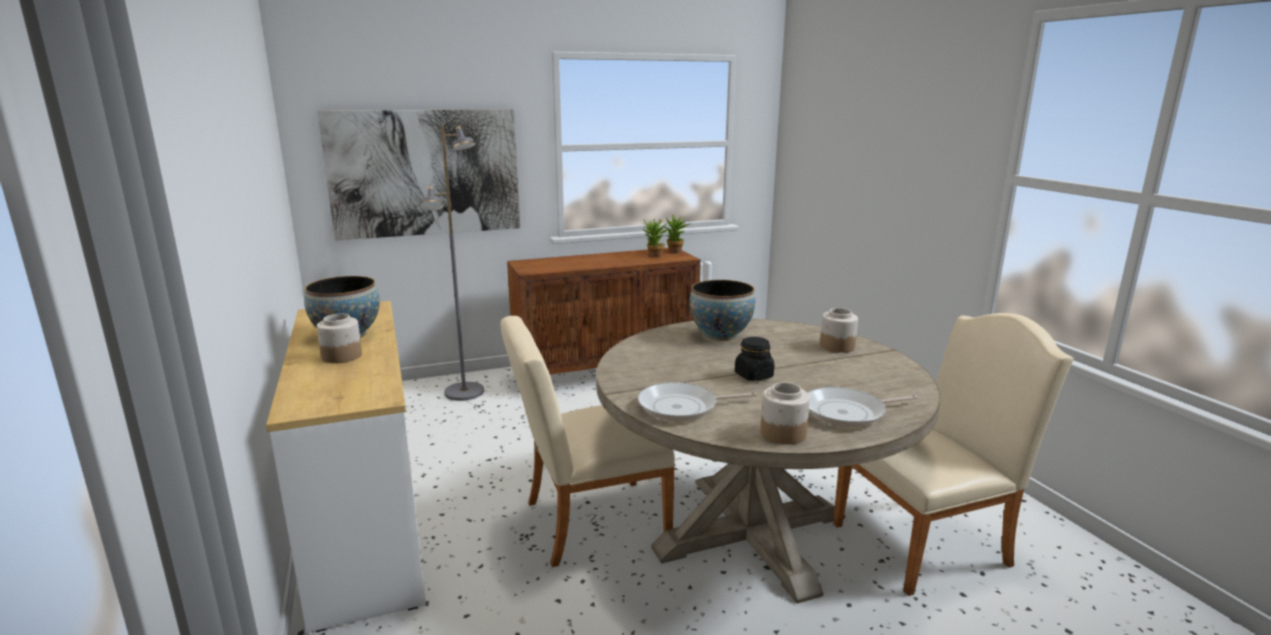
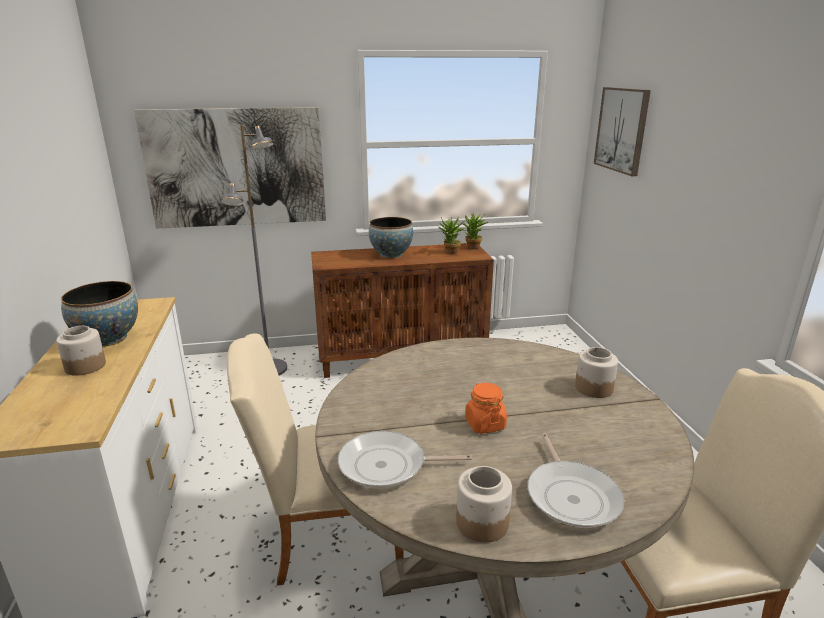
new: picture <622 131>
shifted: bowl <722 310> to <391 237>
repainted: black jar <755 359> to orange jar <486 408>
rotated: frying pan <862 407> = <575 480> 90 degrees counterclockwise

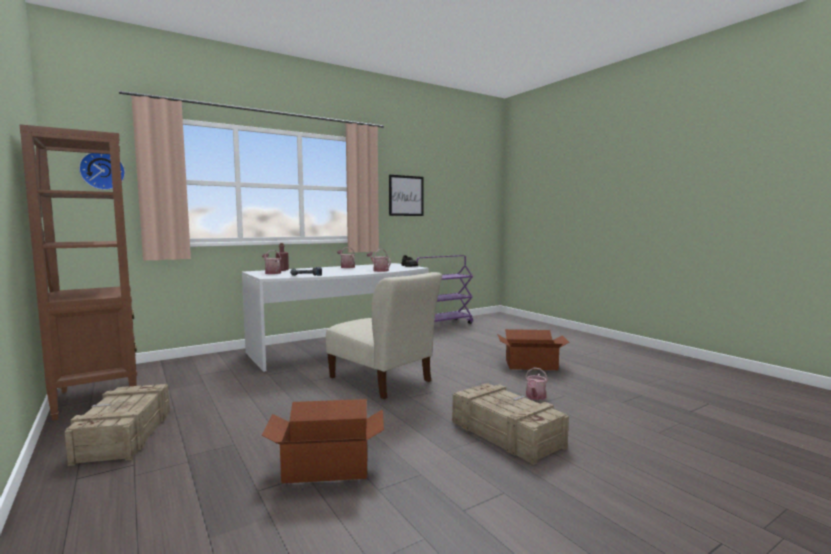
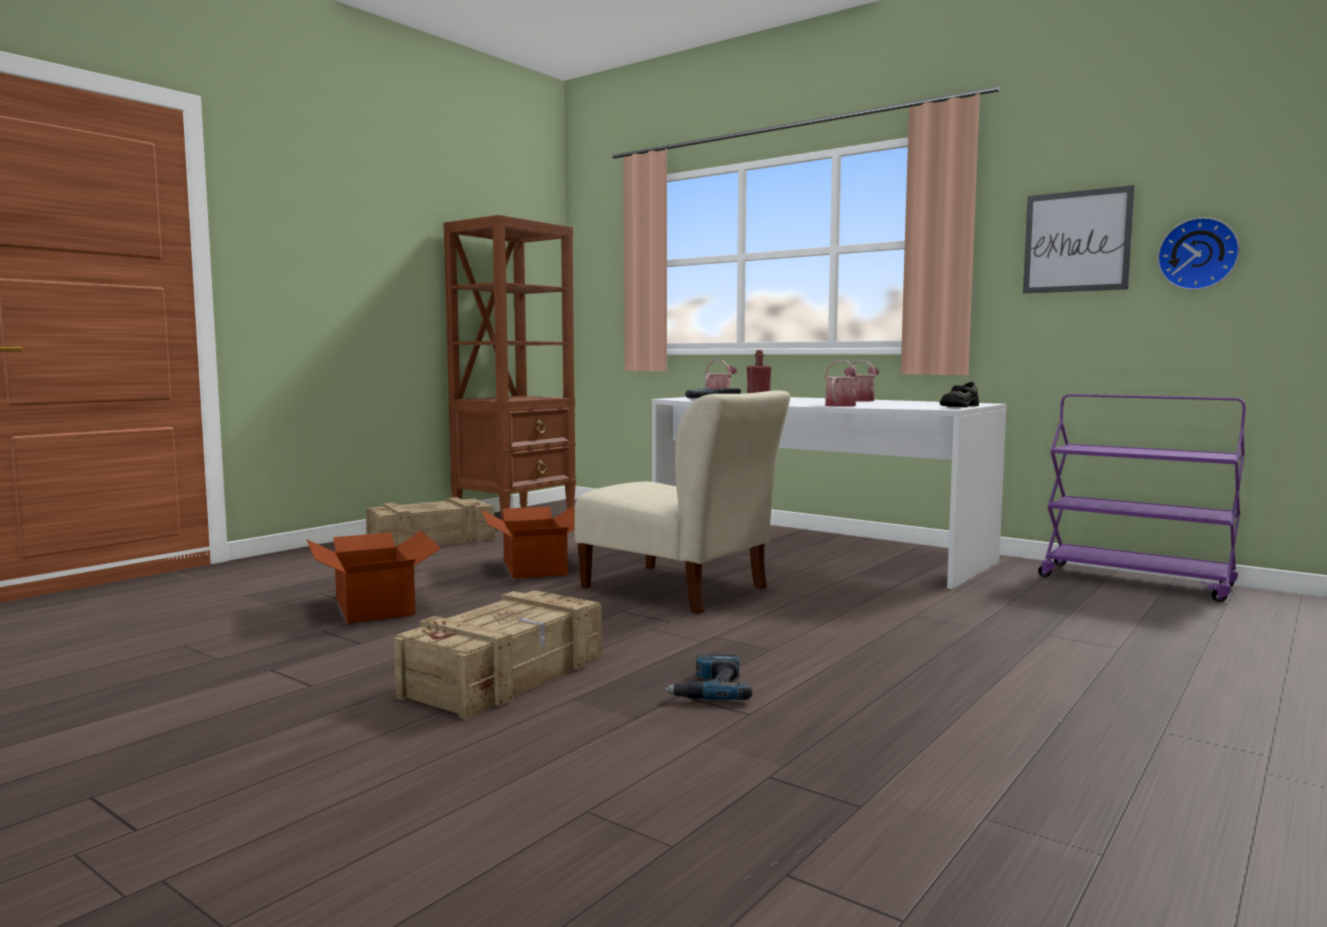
shifted: cardboard box <533 349> to <528 542>; wall clock <102 171> to <1198 253>
swapped: watering can <536 383> to power drill <709 677>
rotated: beige chair <384 335> = <682 501> 75 degrees counterclockwise

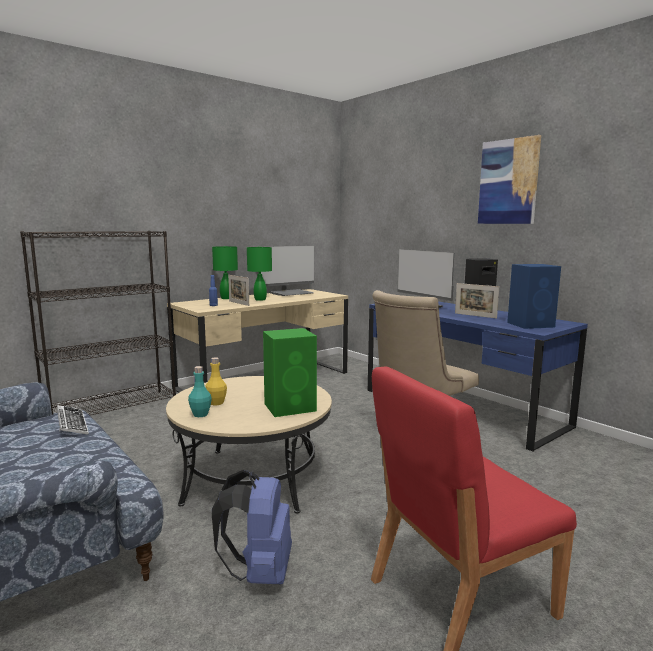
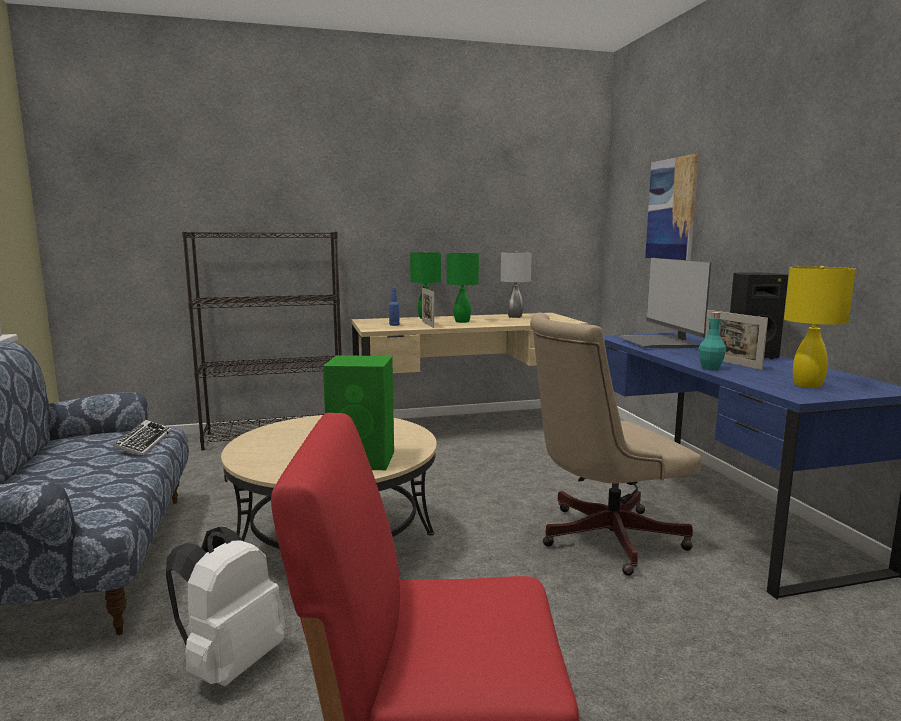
gone: yellow bottle <216 381>
shifted: picture <509 179> to <672 207>; turquoise bottle <200 391> to <712 341>
swapped: monitor <286 270> to grey table lamp <516 284>; blue speaker <534 296> to yellow table lamp <820 327>
repainted: blue backpack <252 527> to white backpack <225 606>

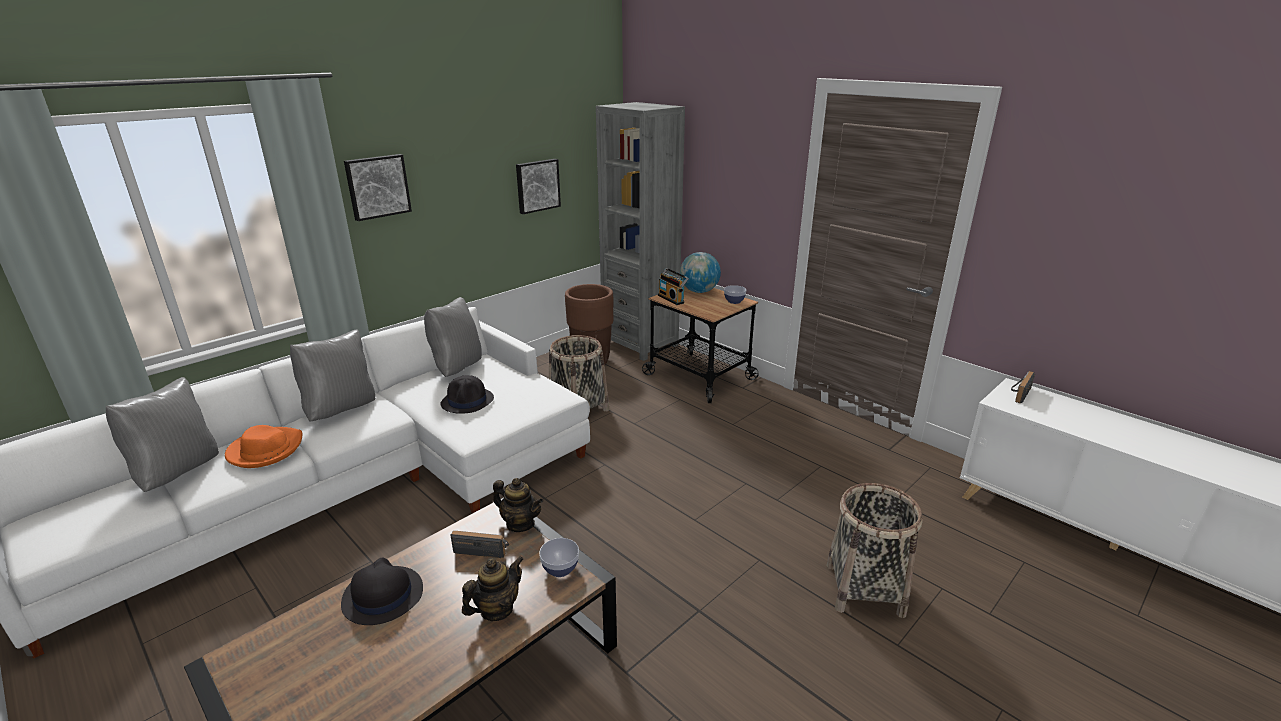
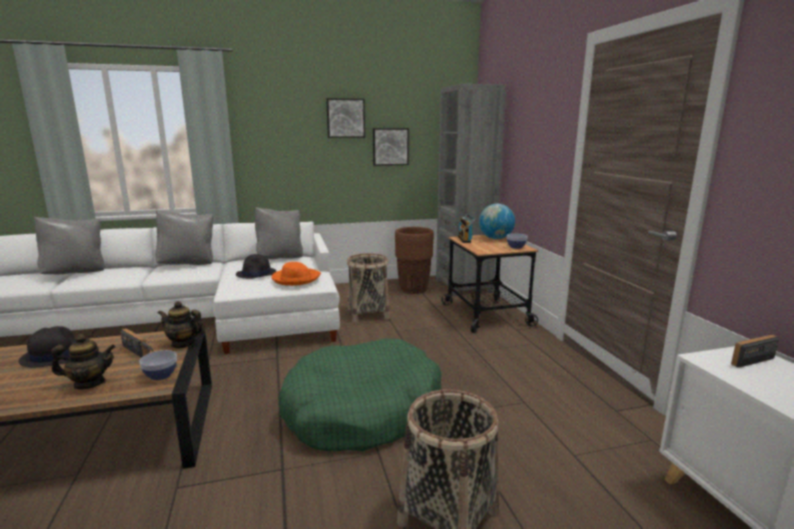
new: green dog bed <360 394>
shifted: orange hat <263 446> to <296 274>; picture <378 187> to <345 118>
rotated: teapot <518 505> = <181 325> 135 degrees clockwise

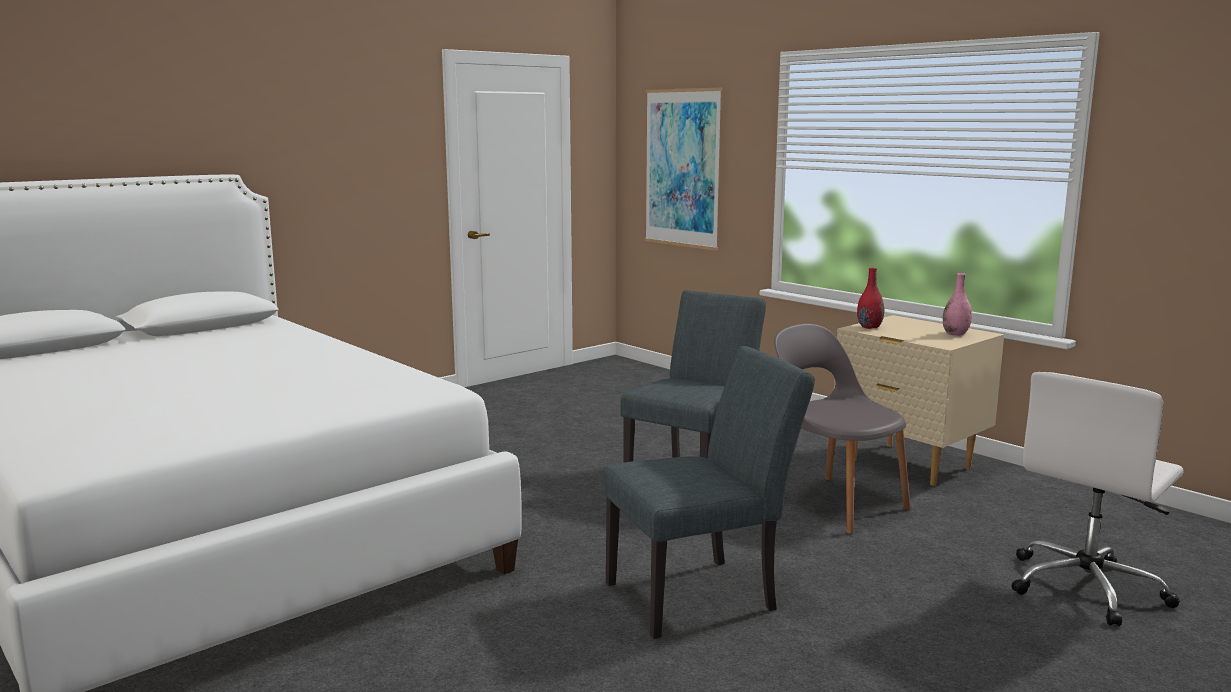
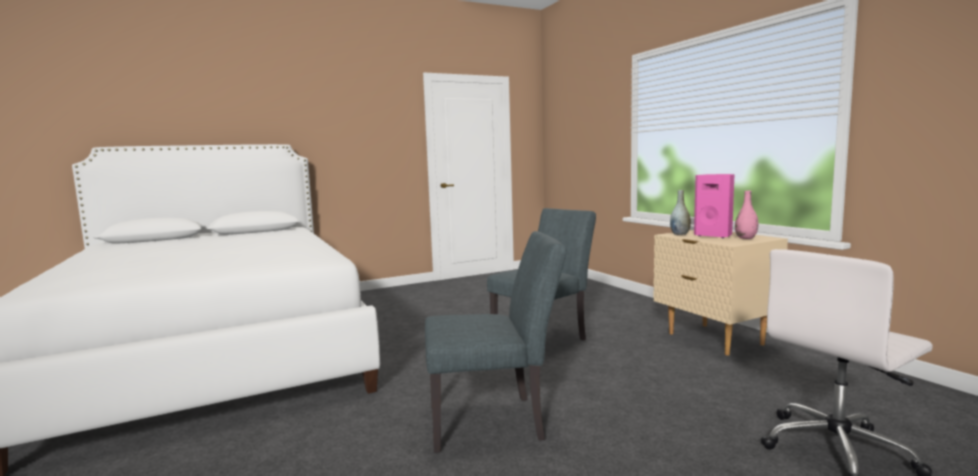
gone: picture <683 169>; grey chair <842 428>
new: pink speaker <714 206>
repainted: red vase <871 298> to grey vase <680 212>

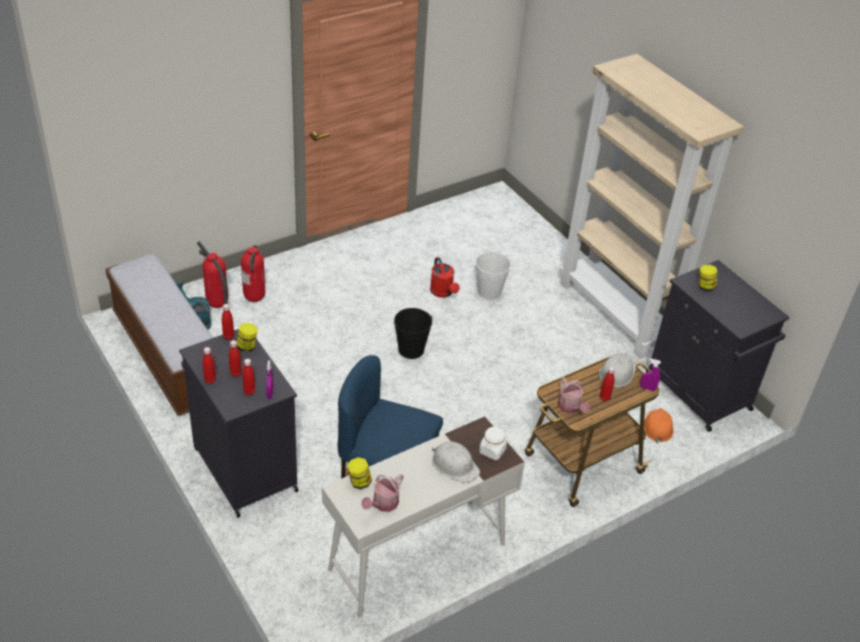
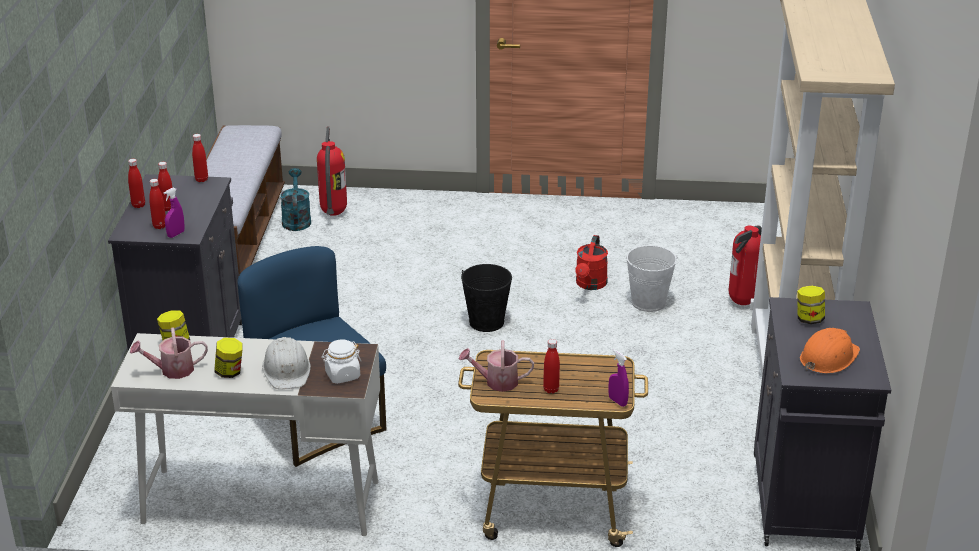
gone: white hard hat <617 370>
shifted: jar <247 337> to <228 358>; fire extinguisher <253 273> to <745 265>; orange hard hat <659 425> to <830 351>
rotated: watering can <574 395> = <496 366> 75 degrees clockwise

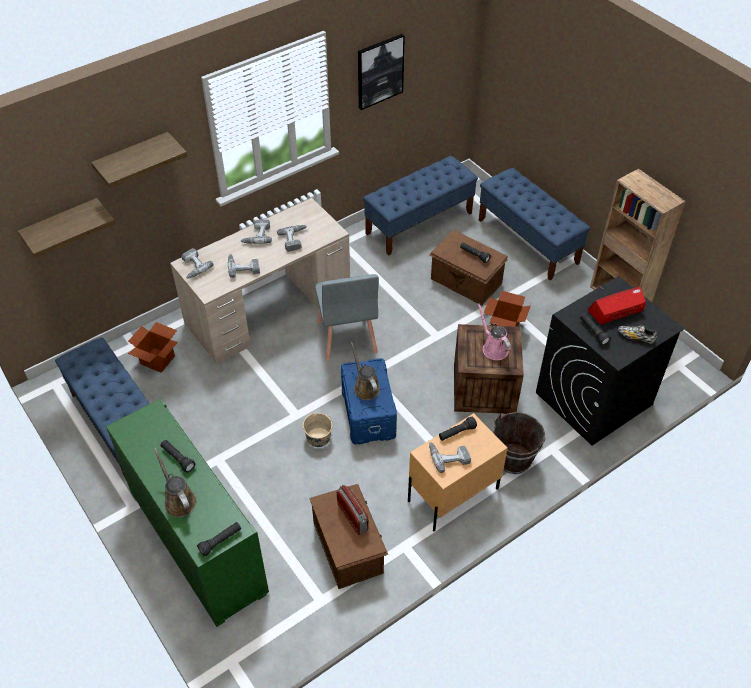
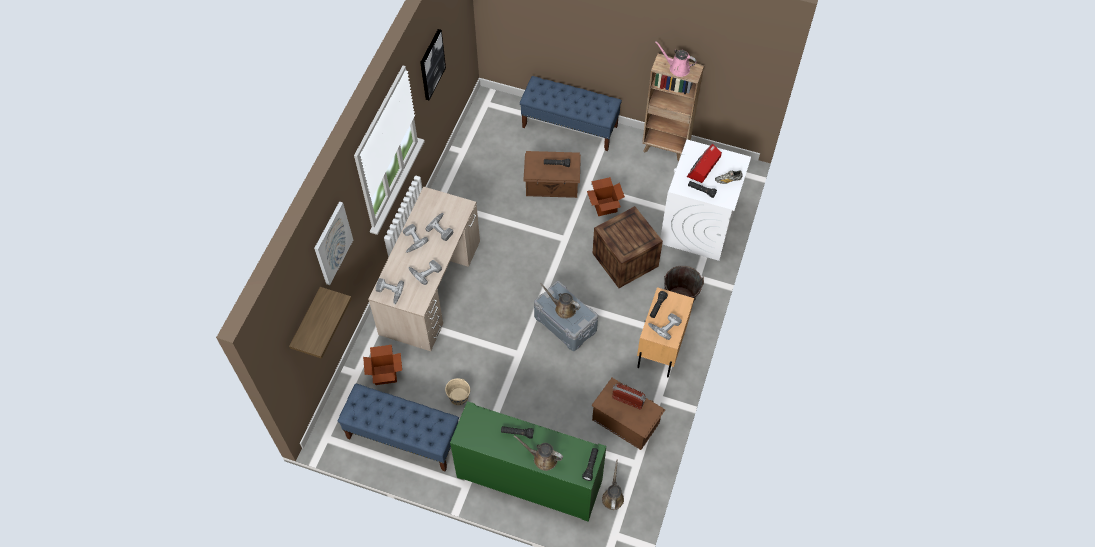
gone: grey chair <347 317>; blue bench <420 206>
new: brown watering can <613 484>
shifted: beige bucket <317 430> to <457 391>; pink watering can <494 331> to <676 59>
swapped: shelf <139 160> to picture <333 243>
repainted: blue storage box <369 401> to grey storage box <566 316>; black washing machine <610 361> to white washing machine <705 200>

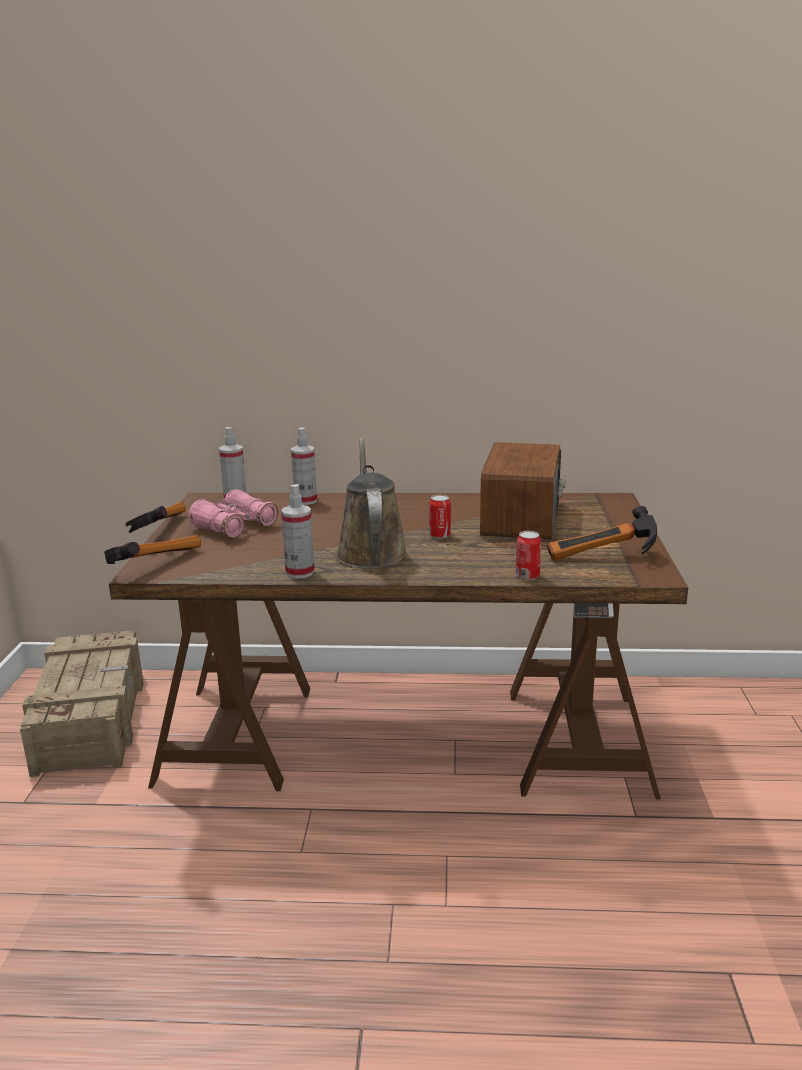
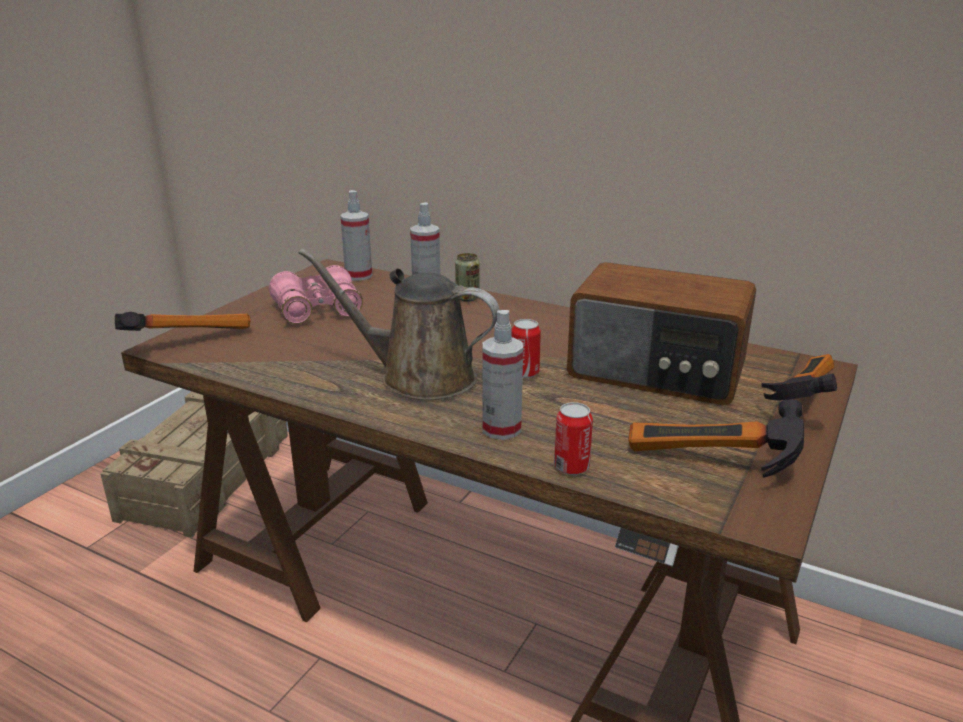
new: can <467 277>
shifted: spray bottle <298 531> to <502 375>; hammer <155 517> to <799 377>
rotated: brown watering can <371 503> = <399 324> 90 degrees counterclockwise; radio <522 491> = <661 333> 75 degrees clockwise

